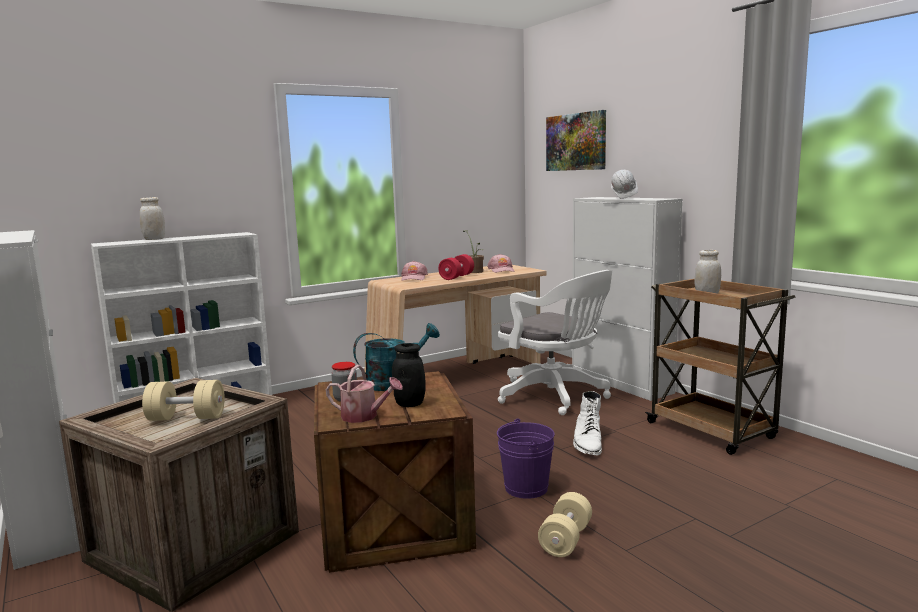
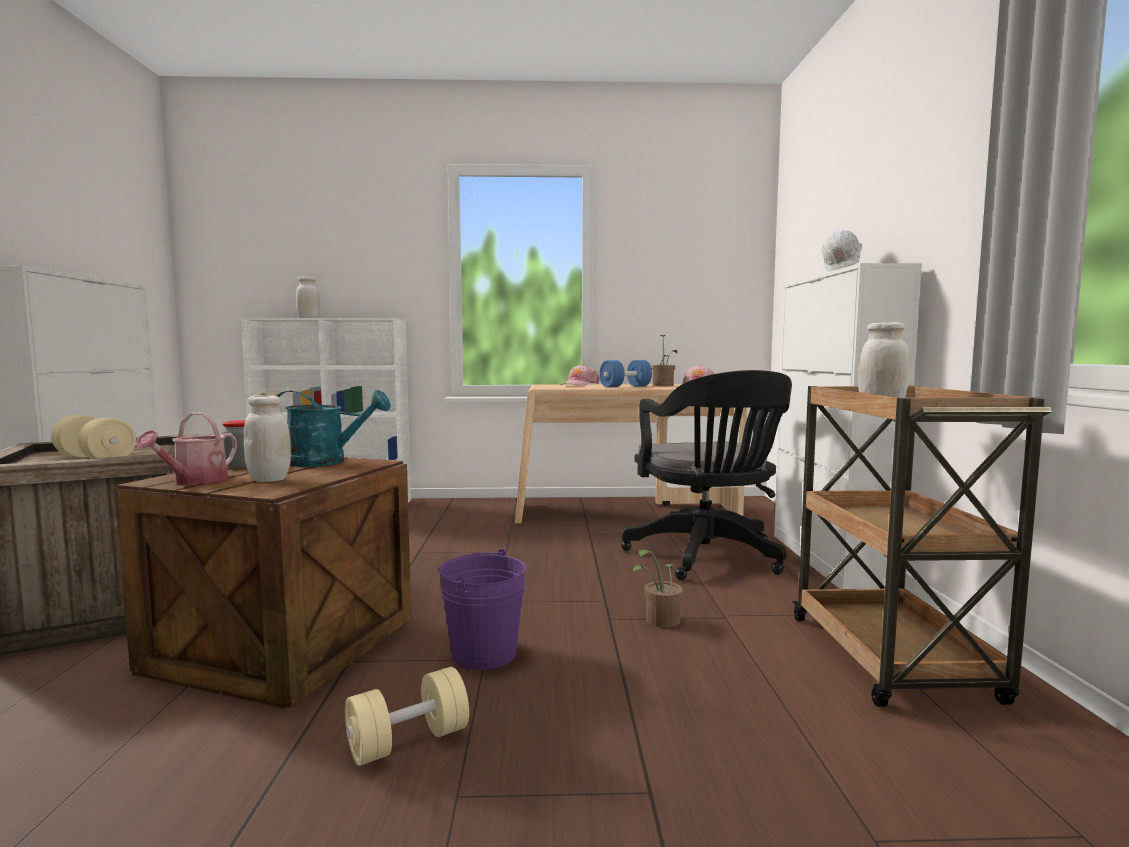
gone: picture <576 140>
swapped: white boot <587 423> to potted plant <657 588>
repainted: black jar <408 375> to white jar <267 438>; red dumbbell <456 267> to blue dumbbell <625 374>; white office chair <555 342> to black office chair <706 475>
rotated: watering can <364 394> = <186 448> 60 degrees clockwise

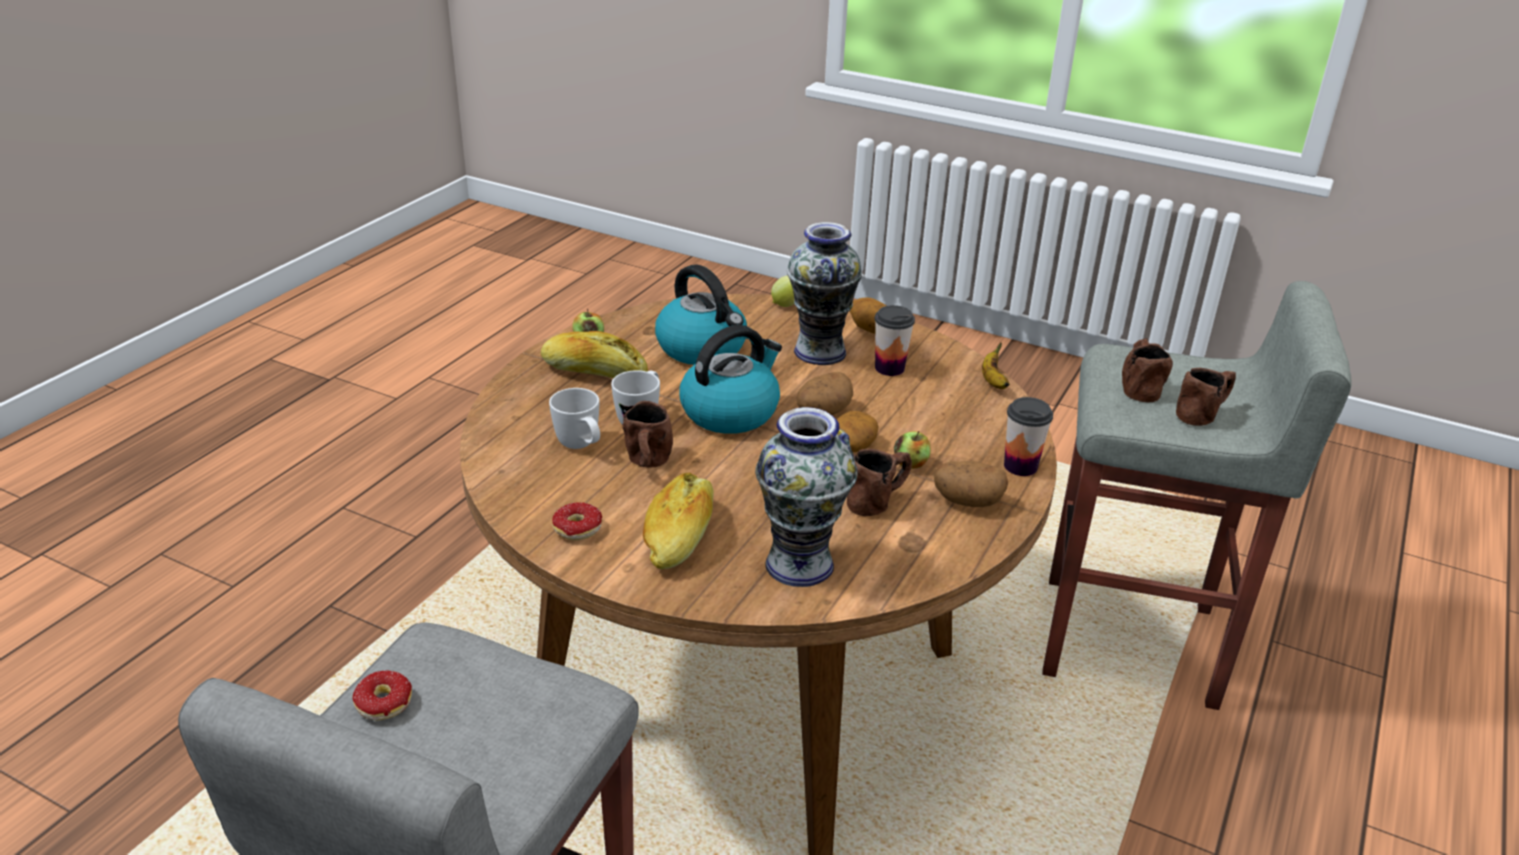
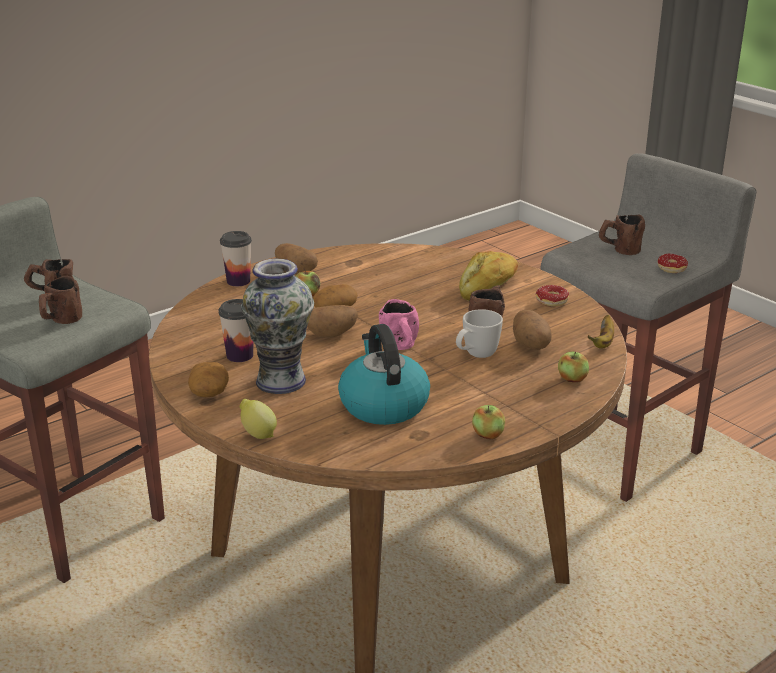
gone: bread <594 354>; vase <806 497>
new: apple <573 367>
shifted: banana <996 365> to <601 332>; brown mug <879 482> to <622 235>
swapped: kettle <730 379> to pink mug <399 324>; white mug <574 418> to potato <532 330>

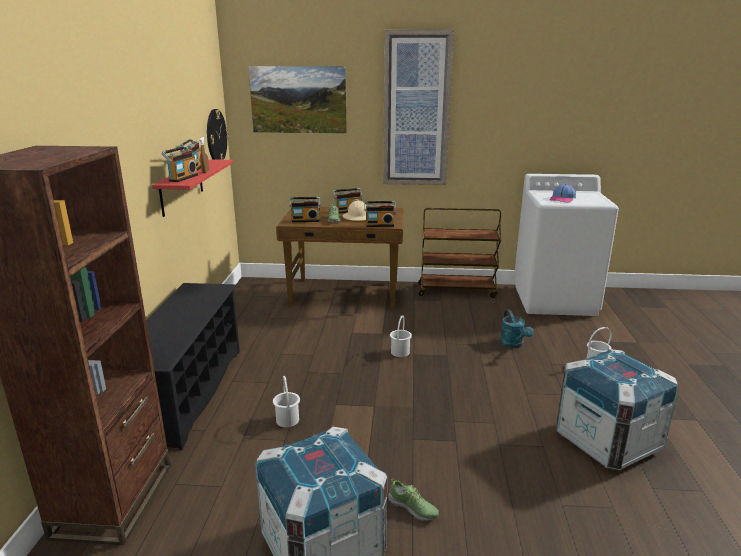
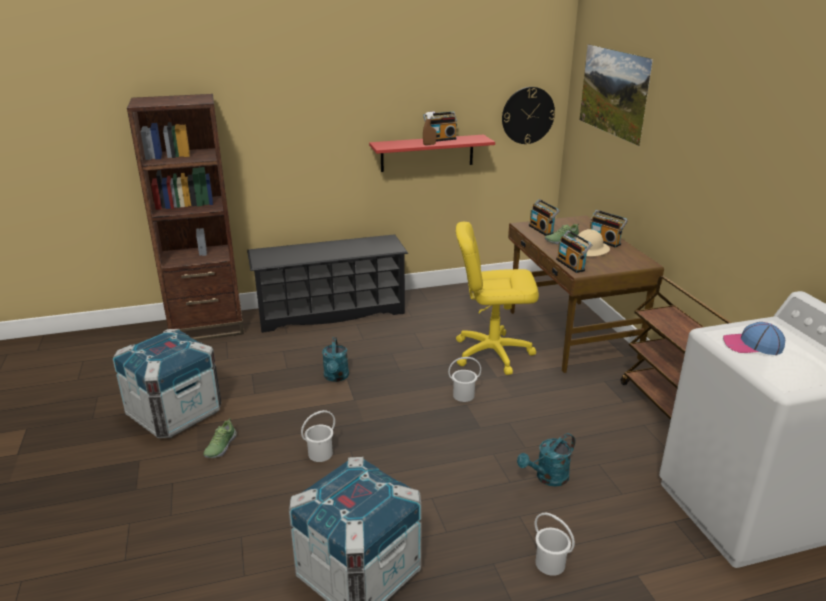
gone: radio <179 164>; picture <418 107>
new: turquoise watering can <335 359>; yellow office chair <497 298>
shifted: white bucket <286 401> to <318 436>

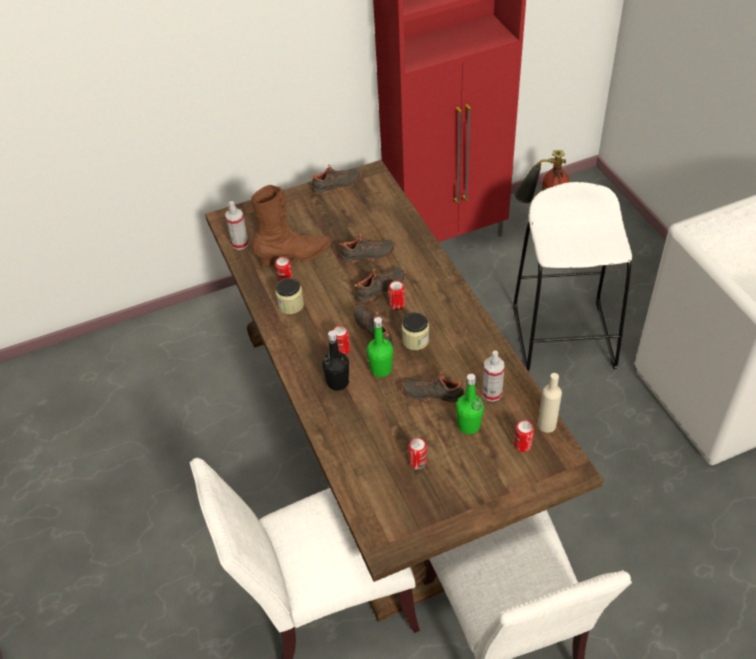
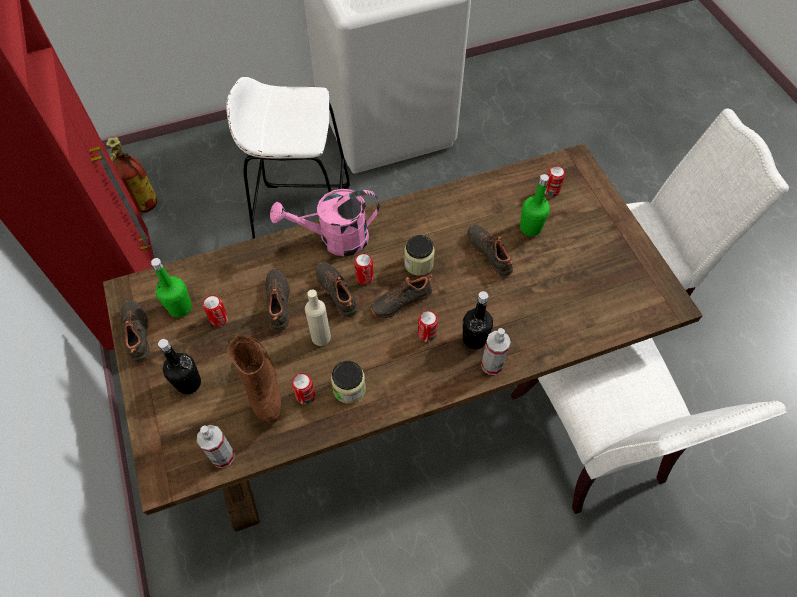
new: black bottle <179 366>; pink watering can <325 222>
shifted: green bottle <380 347> to <171 287>; can <417 454> to <215 310>; beige bottle <550 403> to <318 317>; spray bottle <493 376> to <496 351>
rotated: black shoe <433 388> = <490 250> 135 degrees clockwise

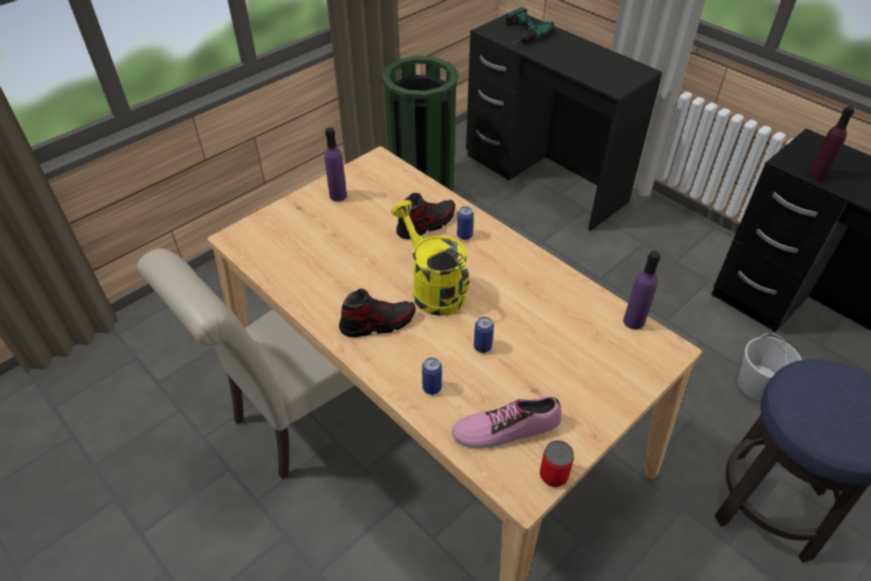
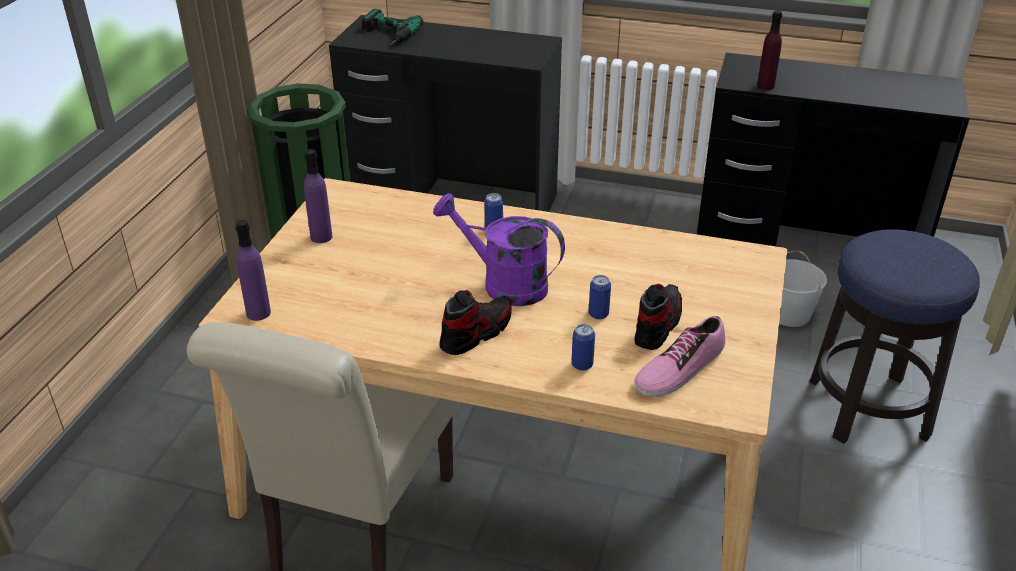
gone: can <557 463>
shifted: purple bottle <642 290> to <253 270>; shoe <425 216> to <658 317>
repainted: yellow watering can <430 258> to purple watering can <499 249>

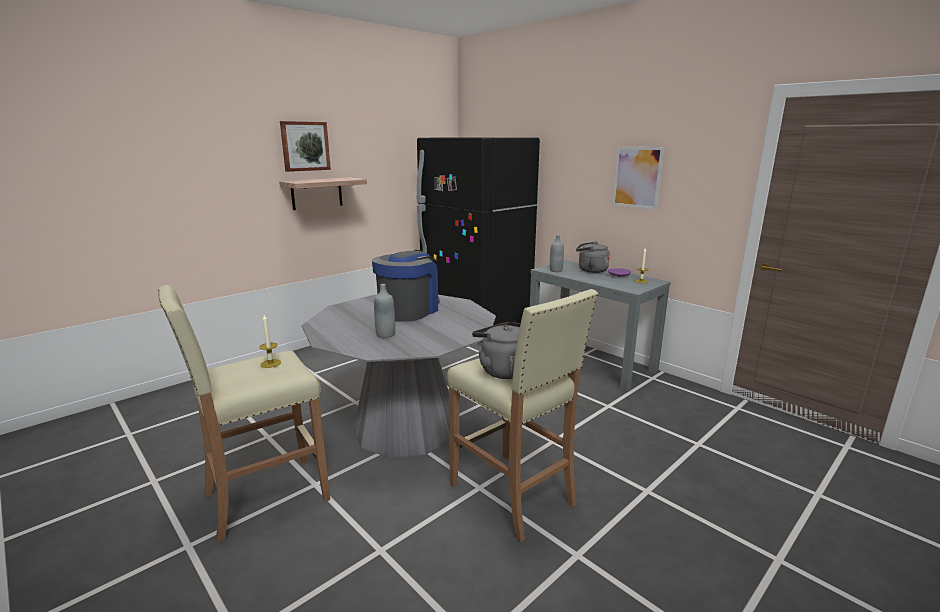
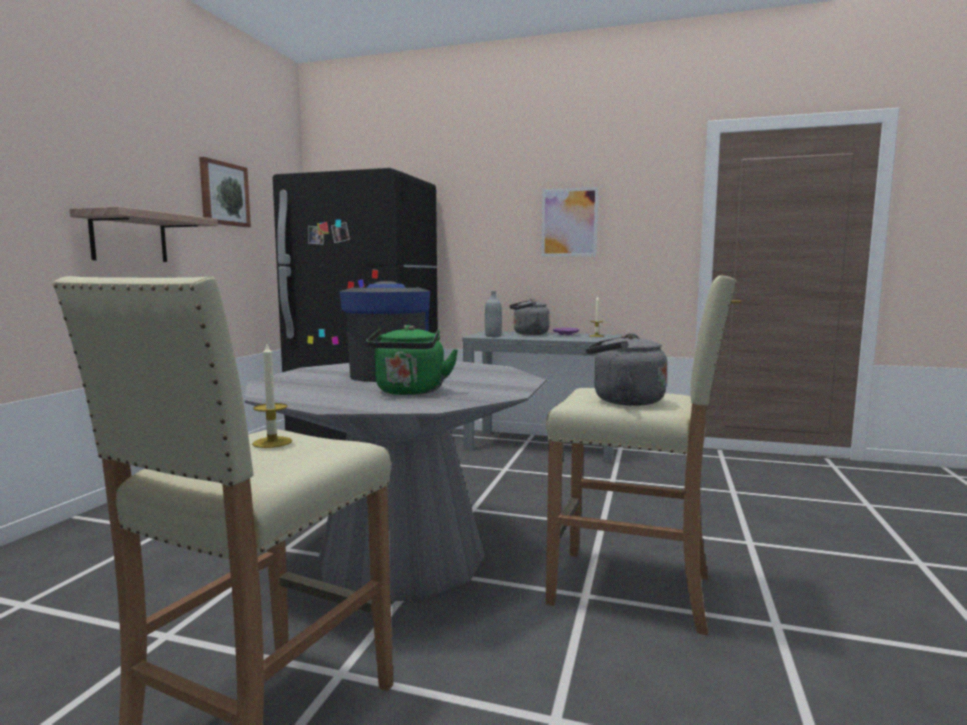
shifted: picture <305 146> to <225 192>
swapped: grey bottle <384 311> to green kettle <412 360>

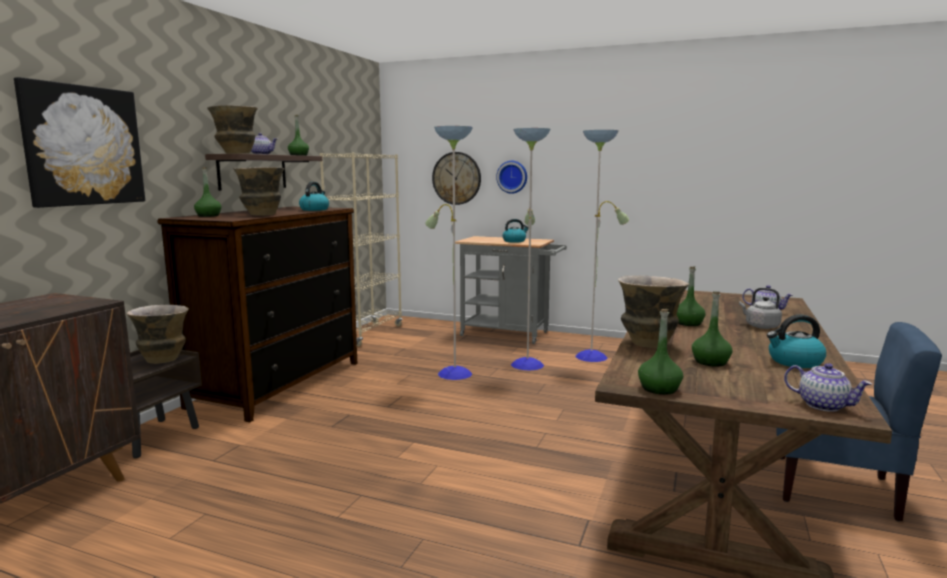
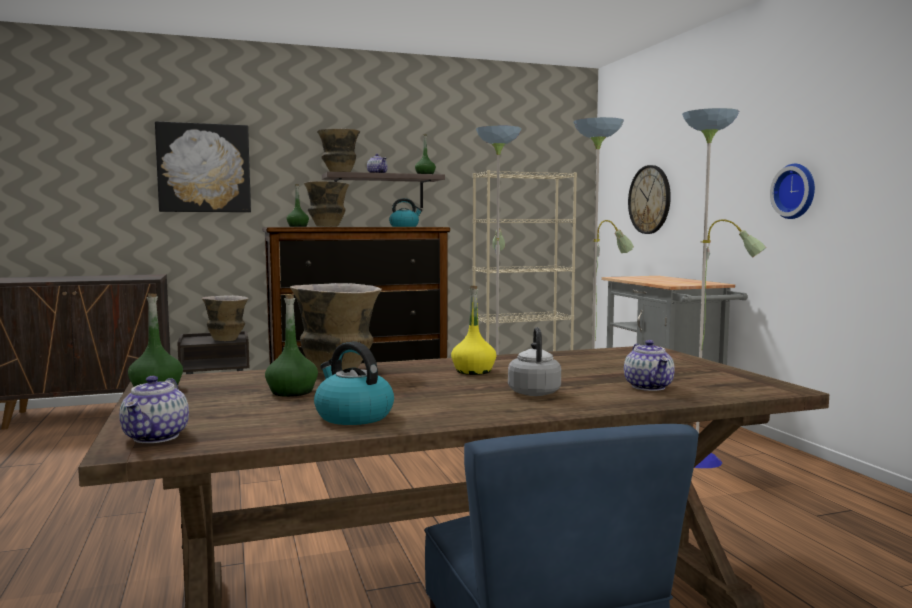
gone: kettle <515 231>
shifted: wall clock <511 177> to <792 191>
repainted: green bottle <691 296> to yellow bottle <473 330>

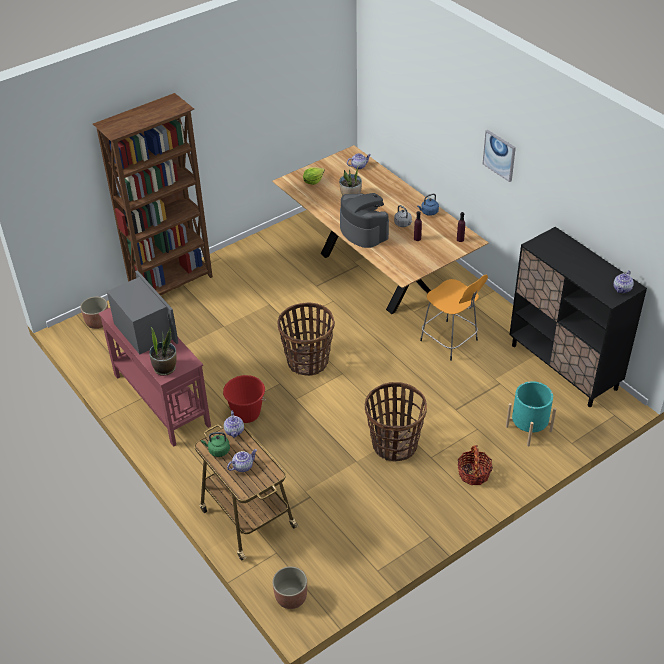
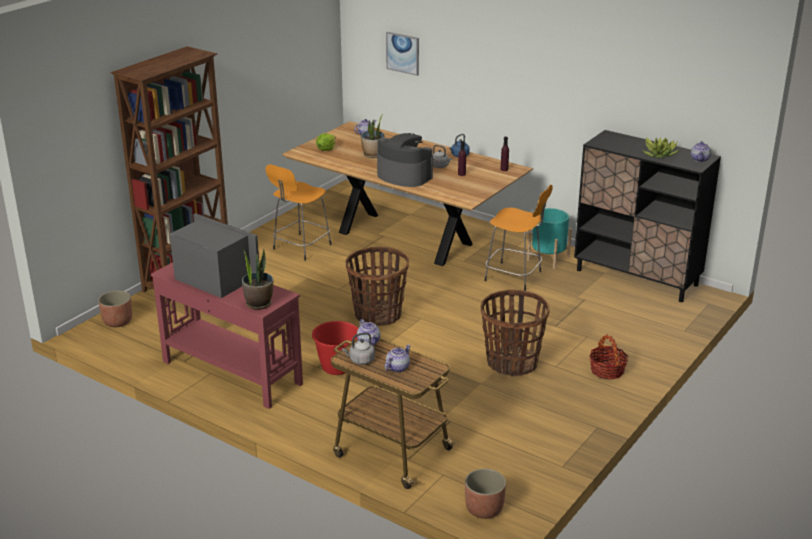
new: orange stool <298 212>; potted plant <661 148>
shifted: picture <499 156> to <402 54>; turquoise planter <531 413> to <549 238>
repainted: green kettle <215 444> to grey kettle <358 348>

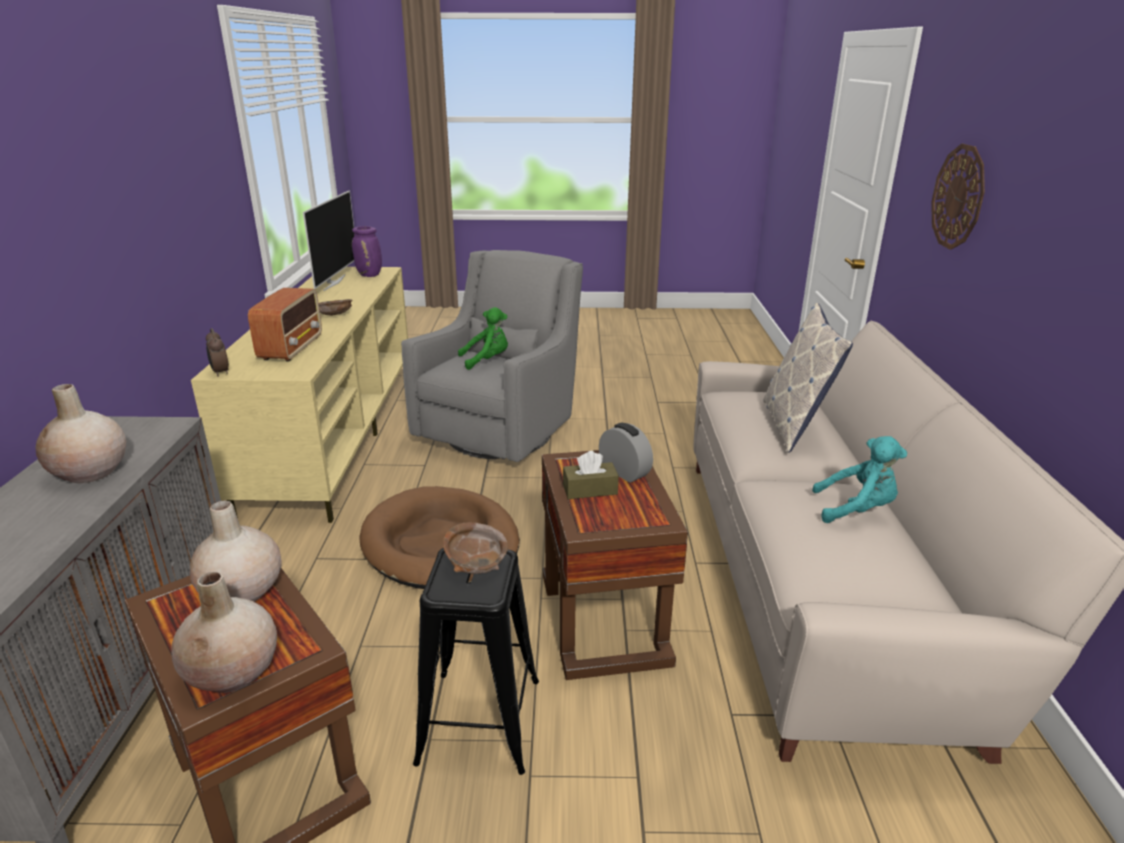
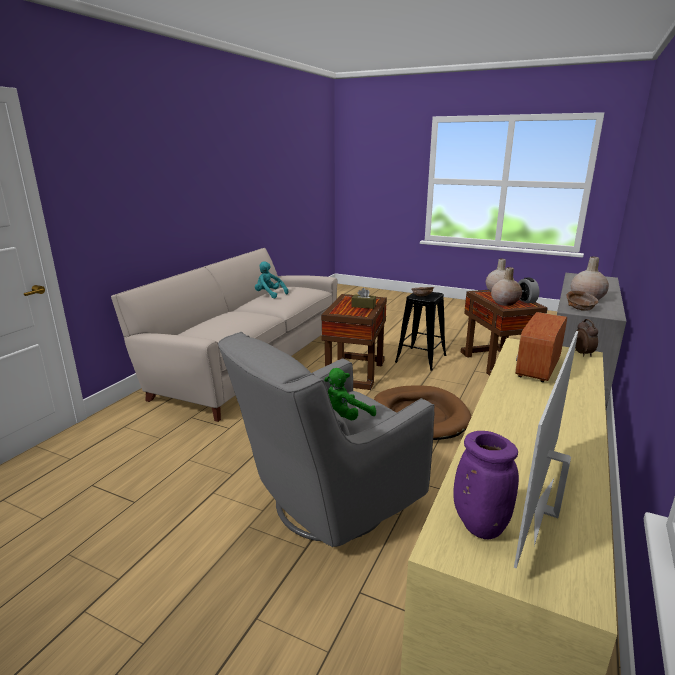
gone: pillow <808 378>; wall clock <958 197>
shifted: alarm clock <626 453> to <528 290>; brown bowl <335 307> to <582 301>
rotated: green plush toy <483 338> = <350 394> 45 degrees counterclockwise

